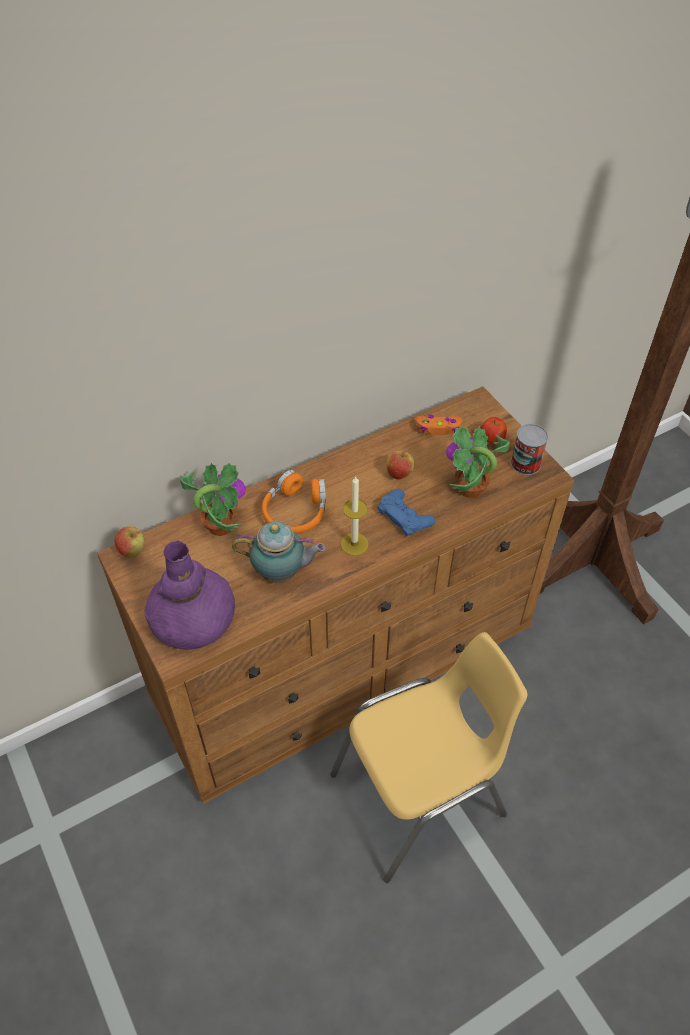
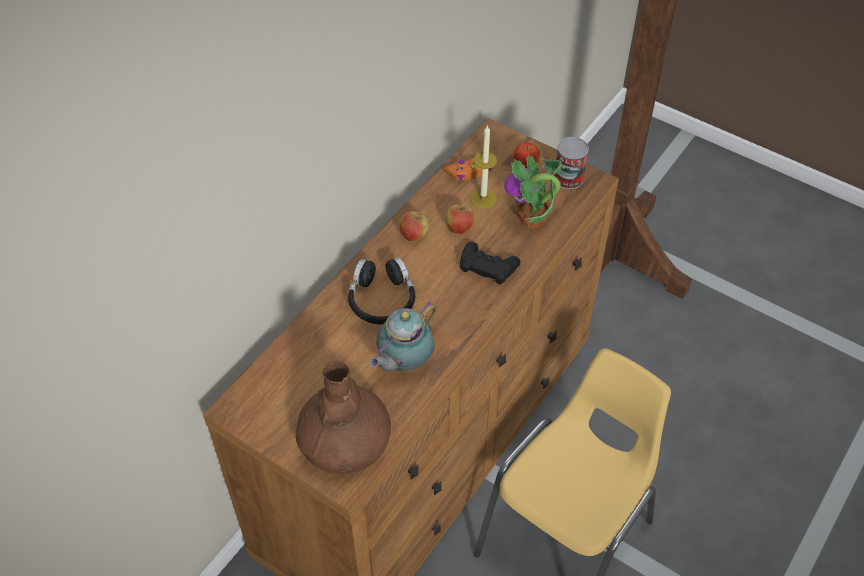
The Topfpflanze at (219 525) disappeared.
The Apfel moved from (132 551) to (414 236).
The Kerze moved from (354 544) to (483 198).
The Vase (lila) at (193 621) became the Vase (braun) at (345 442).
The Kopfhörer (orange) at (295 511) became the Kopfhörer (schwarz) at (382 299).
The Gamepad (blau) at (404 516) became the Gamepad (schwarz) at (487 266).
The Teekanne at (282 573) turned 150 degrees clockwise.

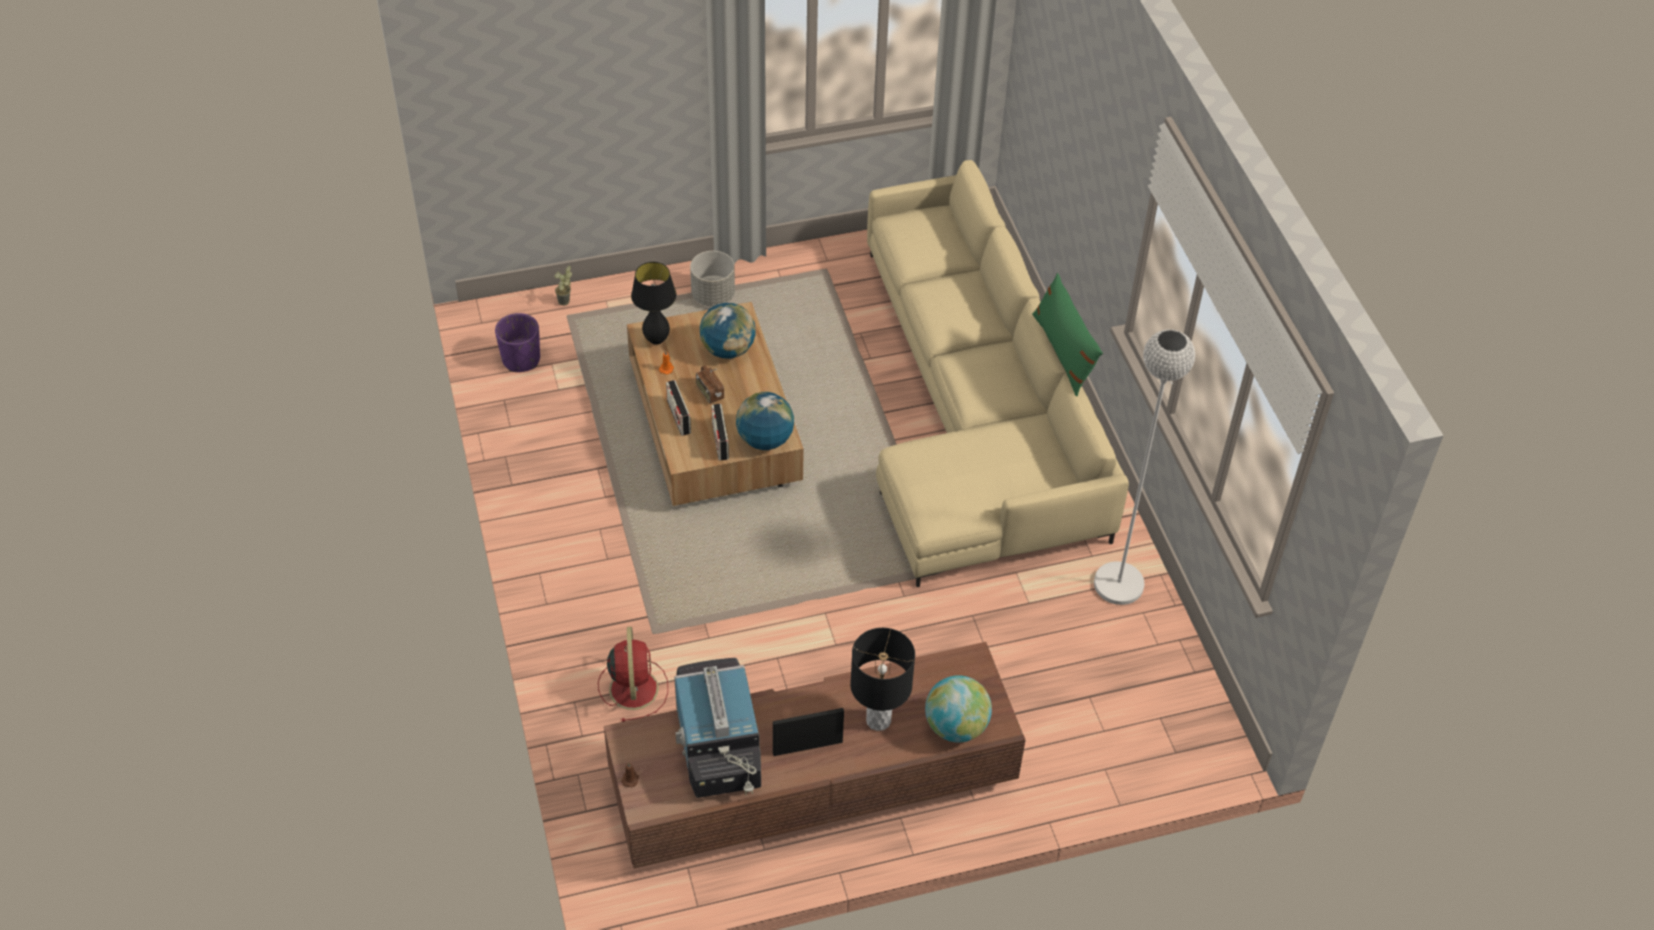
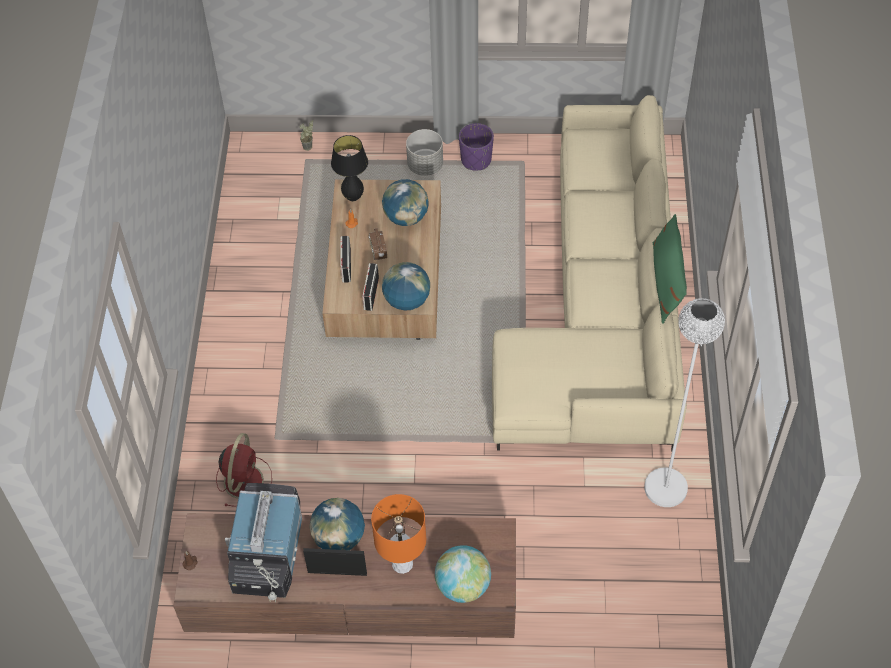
The Globus at (339 538) appeared.
The Pflanzkübel (lila) moved from (521 359) to (476 160).
The Tischlampe (schwarz) at (878 720) became the Tischlampe (orange) at (402 564).

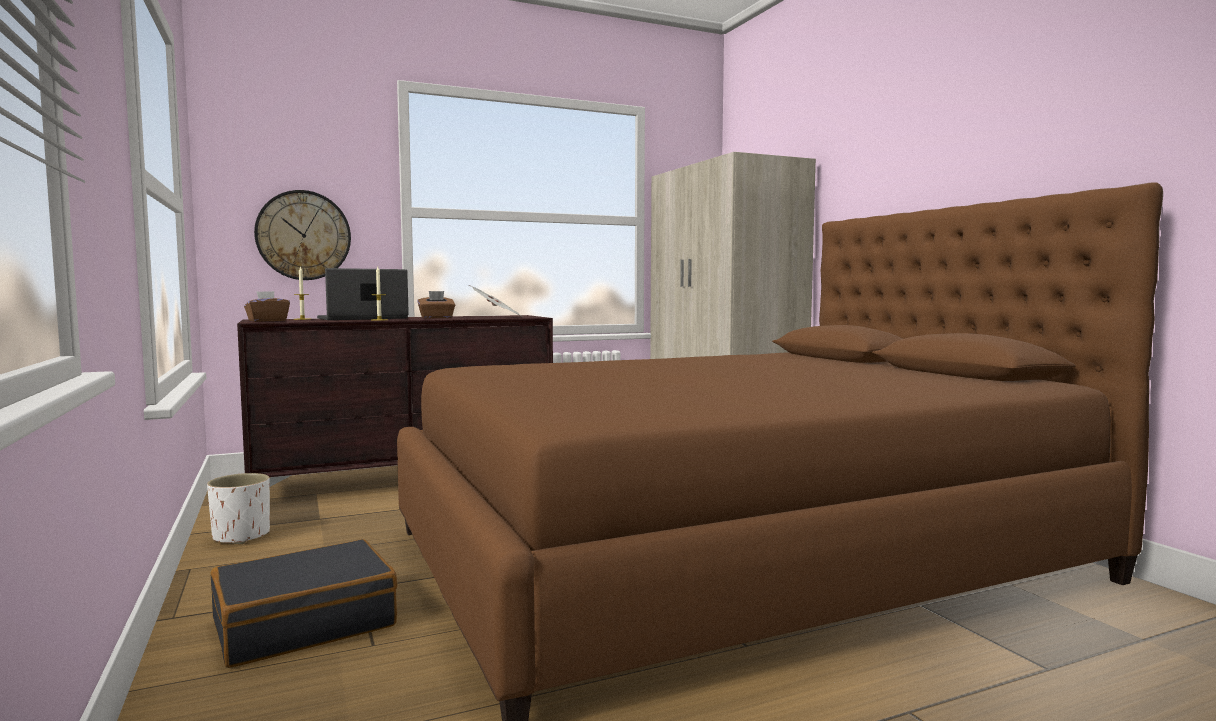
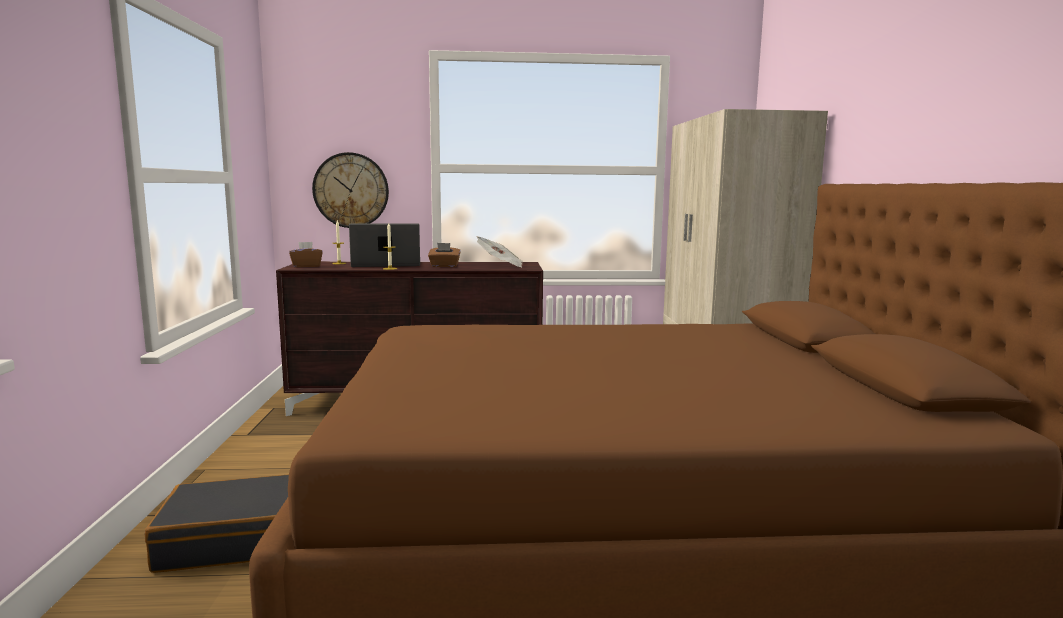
The Pflanzkübel (weiß) at (241 536) disappeared.

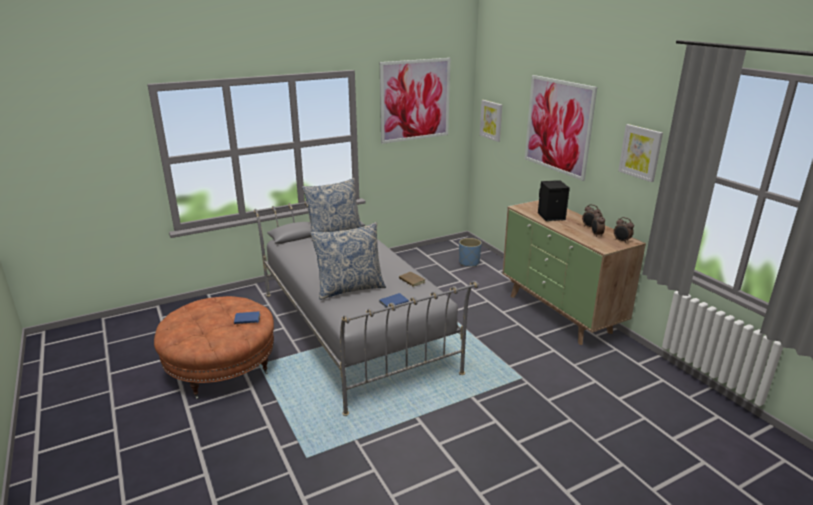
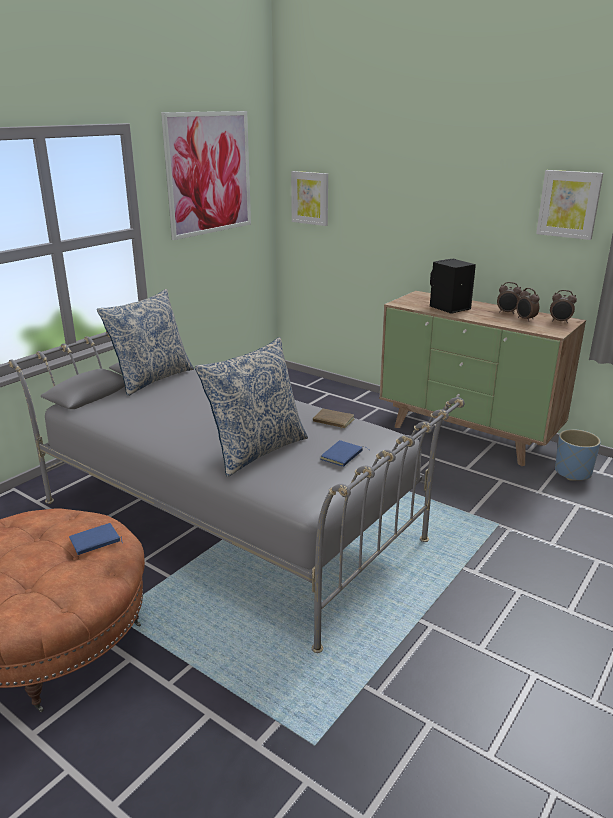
The Bild at (558 126) disappeared.
The Pflanzkübel (blau) moved from (469 263) to (573 473).

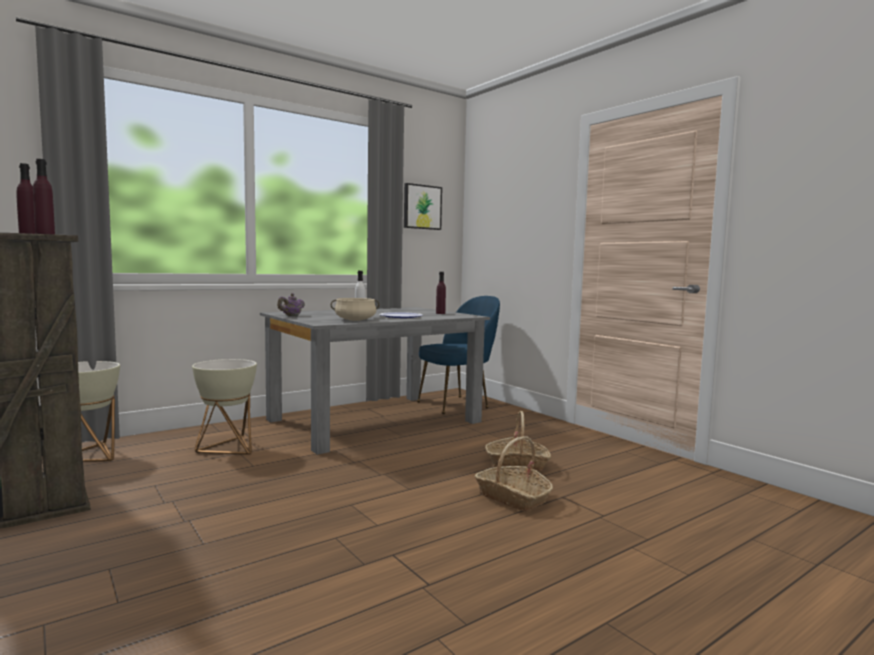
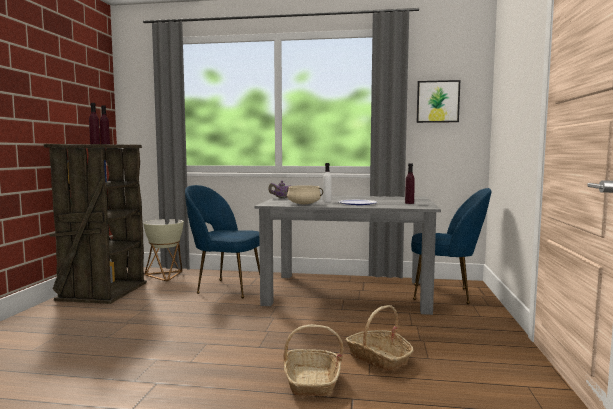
The Pflanzkübel at (227 448) was replaced by the Stuhl (blau) at (225 288).

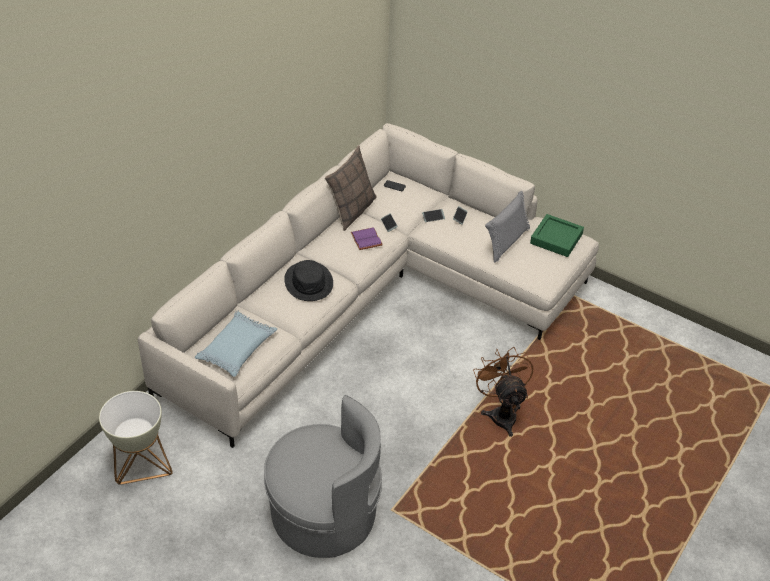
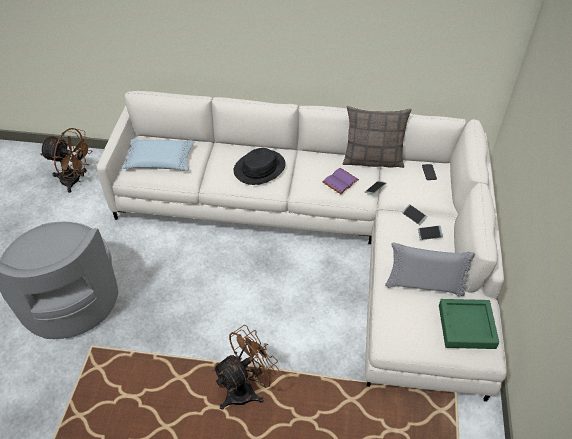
The Pflanzkübel at (140 467) was replaced by the Ventilator (braun) at (75 180).

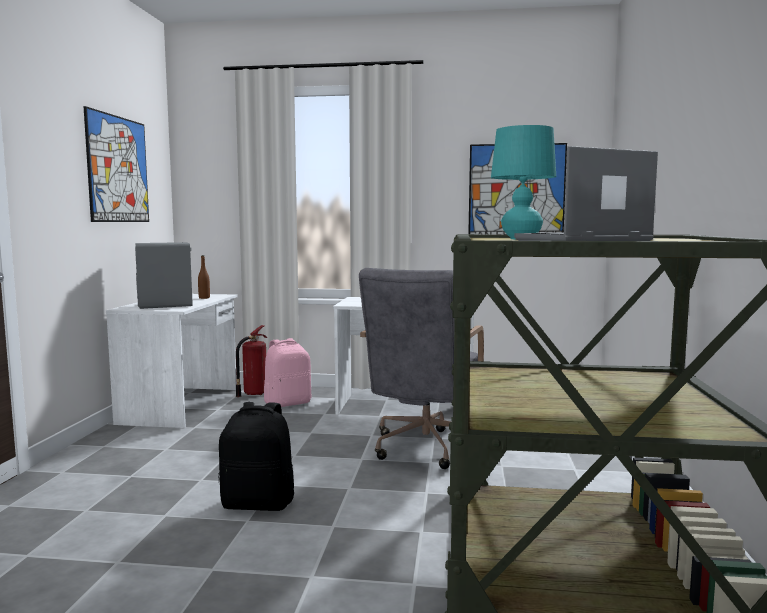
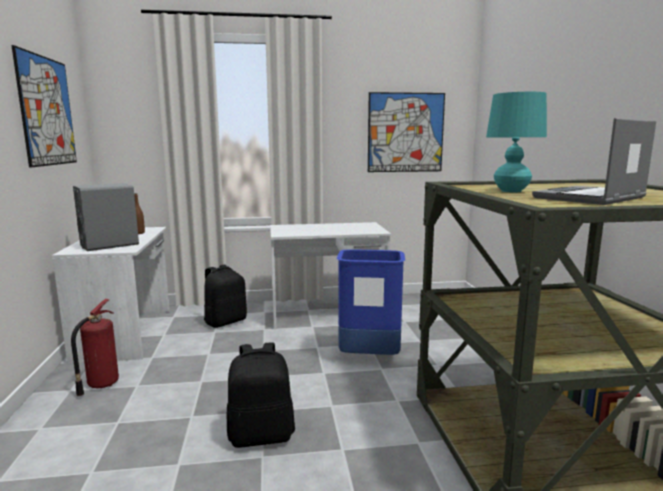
The Feuerlöscher moved from (253 394) to (101 385).
The Bürostuhl (grau) at (423 450) was replaced by the Mülleimer (blau) at (369 358).
The Rucksack (rosa) at (288 403) became the Rucksack (schwarz) at (225 321).

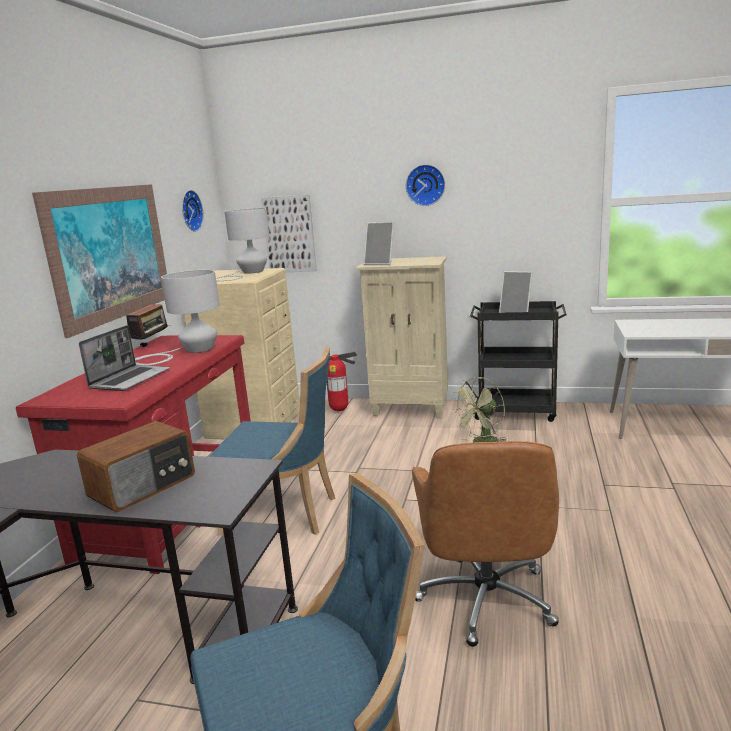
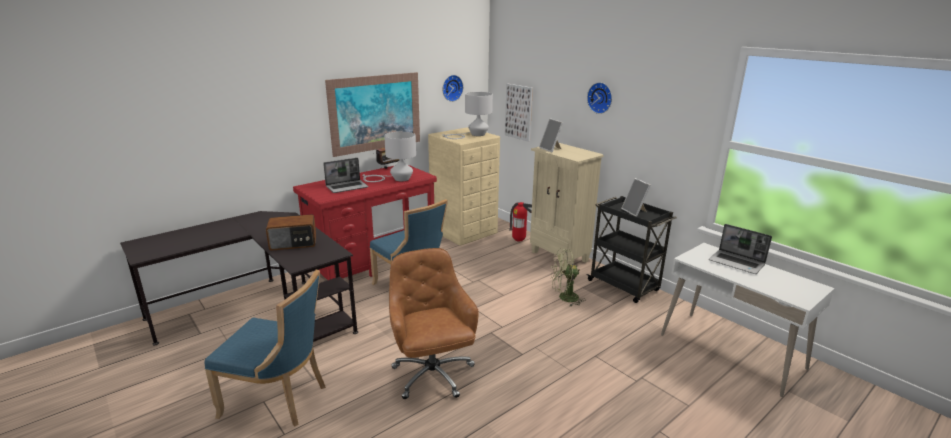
The Laptop at (737 263) appeared.
The Bürostuhl (braun) at (485 599) turned 120 degrees clockwise.

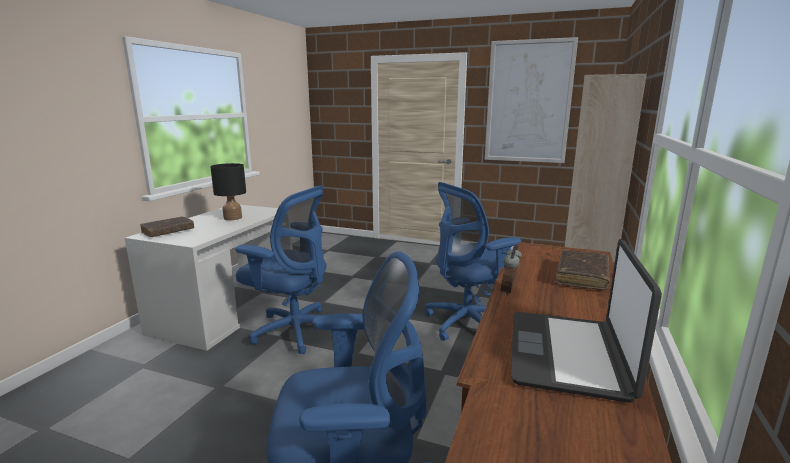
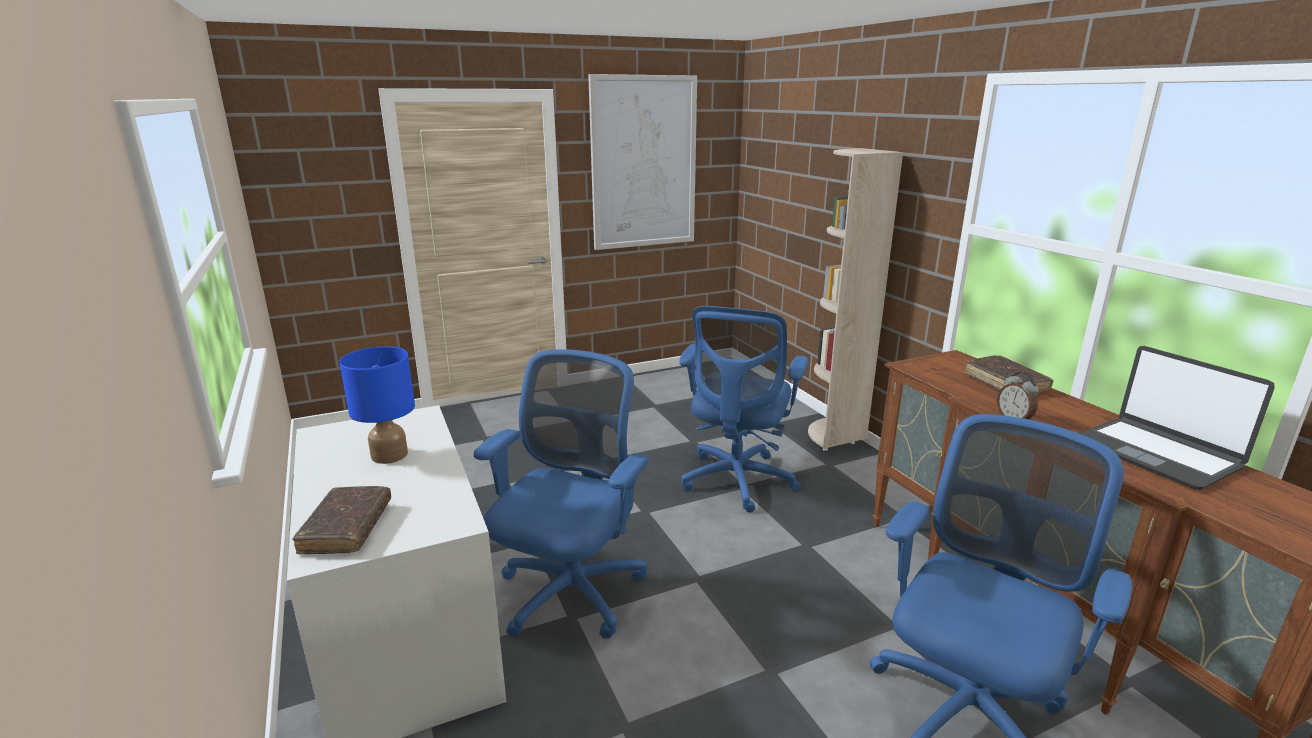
The Tischlampe (schwarz) at (233 218) became the Tischlampe (blau) at (390 455).
The Bürostuhl (blau) at (290 330) turned 45 degrees counterclockwise.

